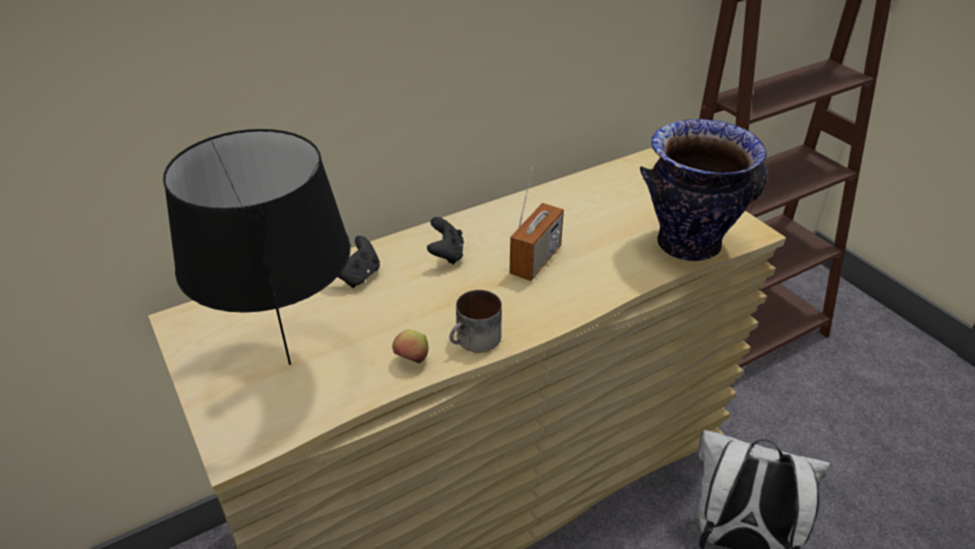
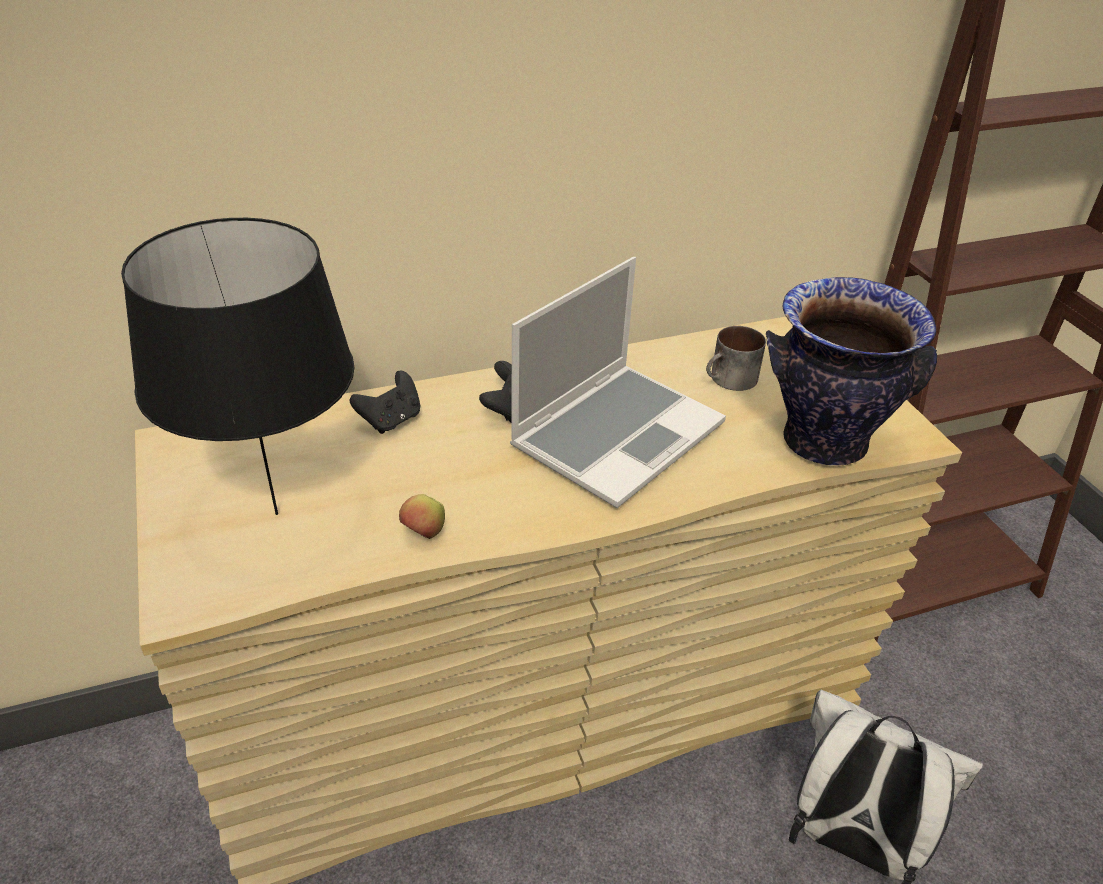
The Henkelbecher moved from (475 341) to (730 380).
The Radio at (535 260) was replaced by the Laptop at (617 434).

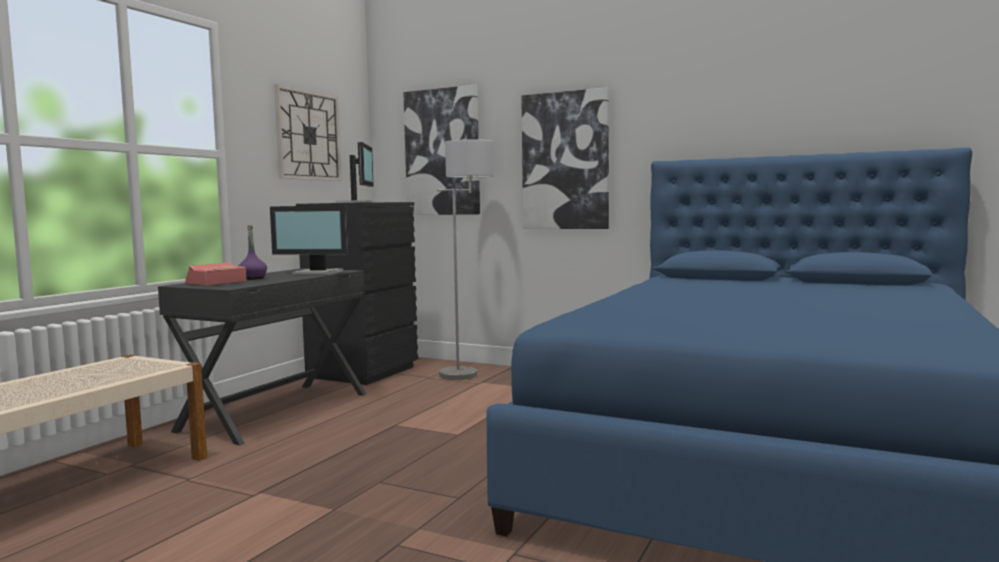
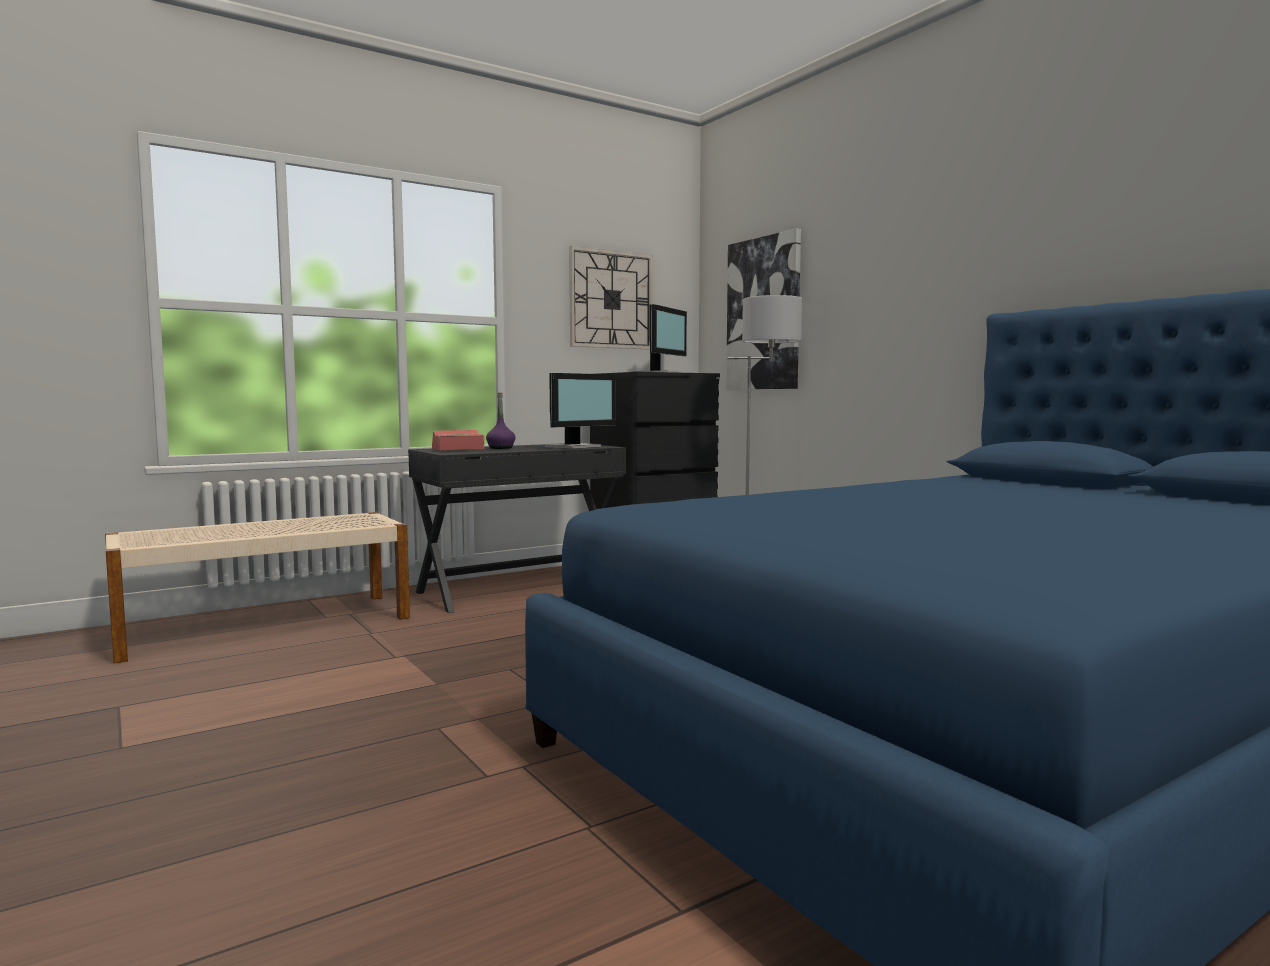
The Bild at (565 161) disappeared.
The Monitor at (317 273) turned 90 degrees counterclockwise.

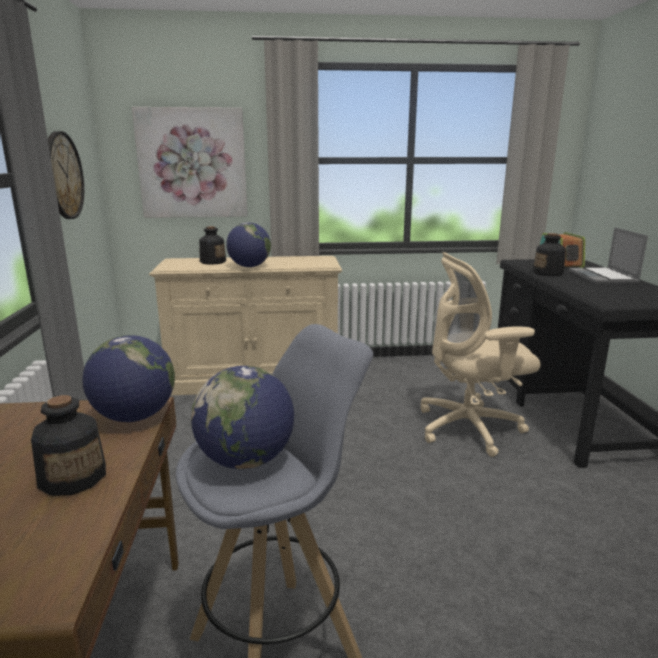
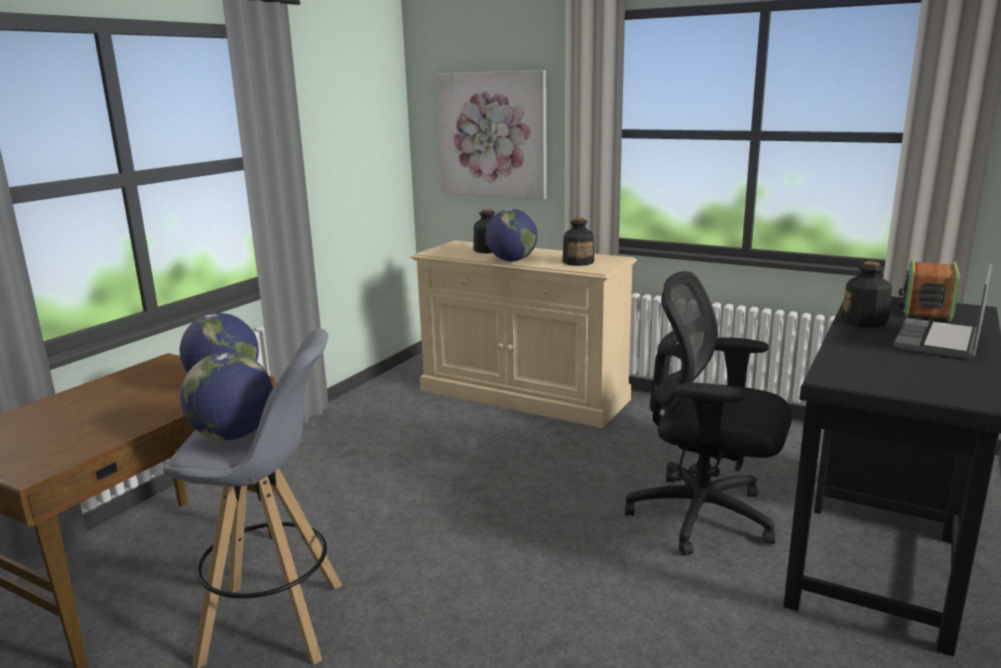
The Wanduhr at (63 176) disappeared.
The Flasche moved from (73 477) to (578 262).
The Bürostuhl (beige) at (474 426) became the Bürostuhl (schwarz) at (711 515).

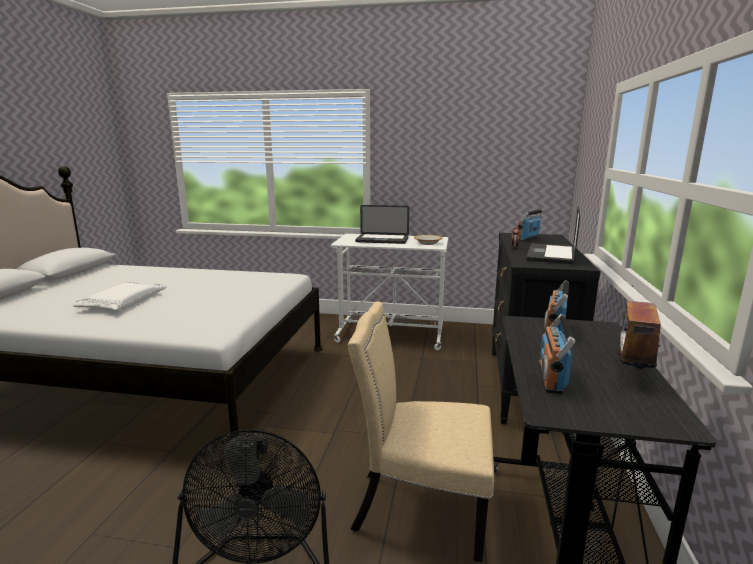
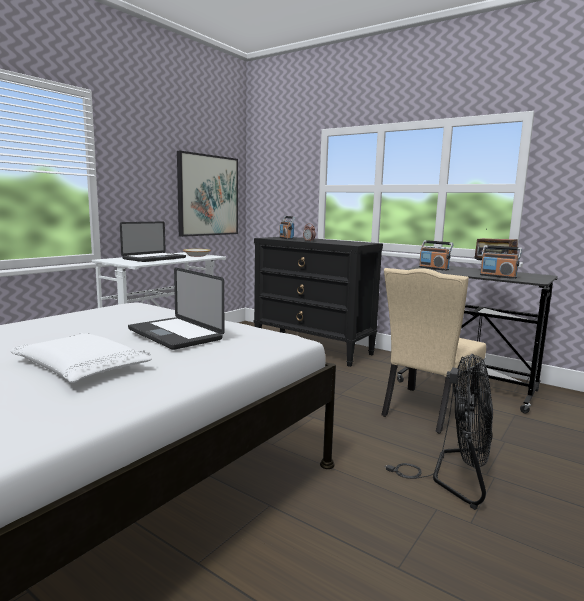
The Bild at (208 195) appeared.
The Laptop moved from (551 255) to (174 334).

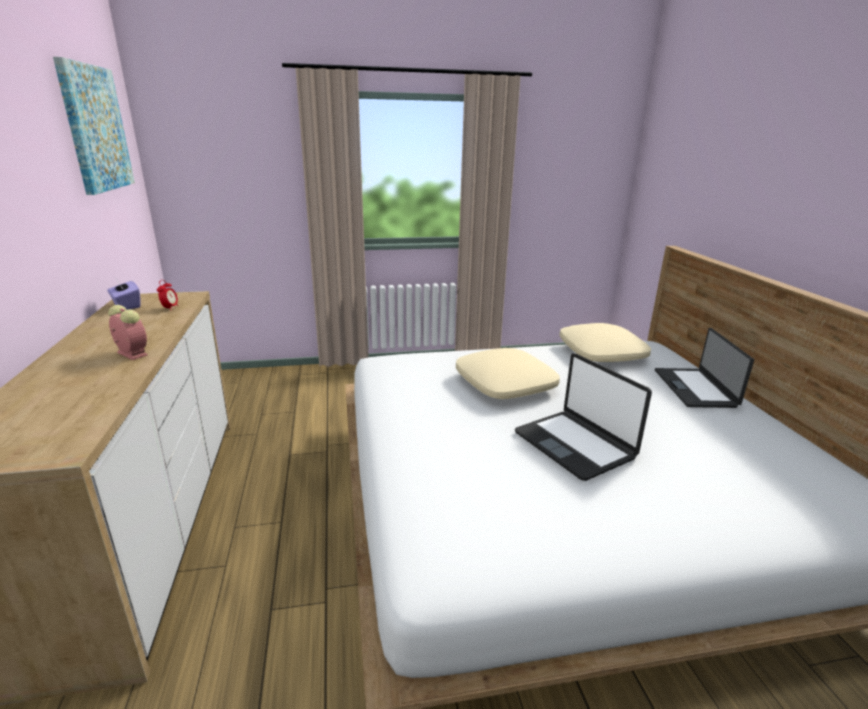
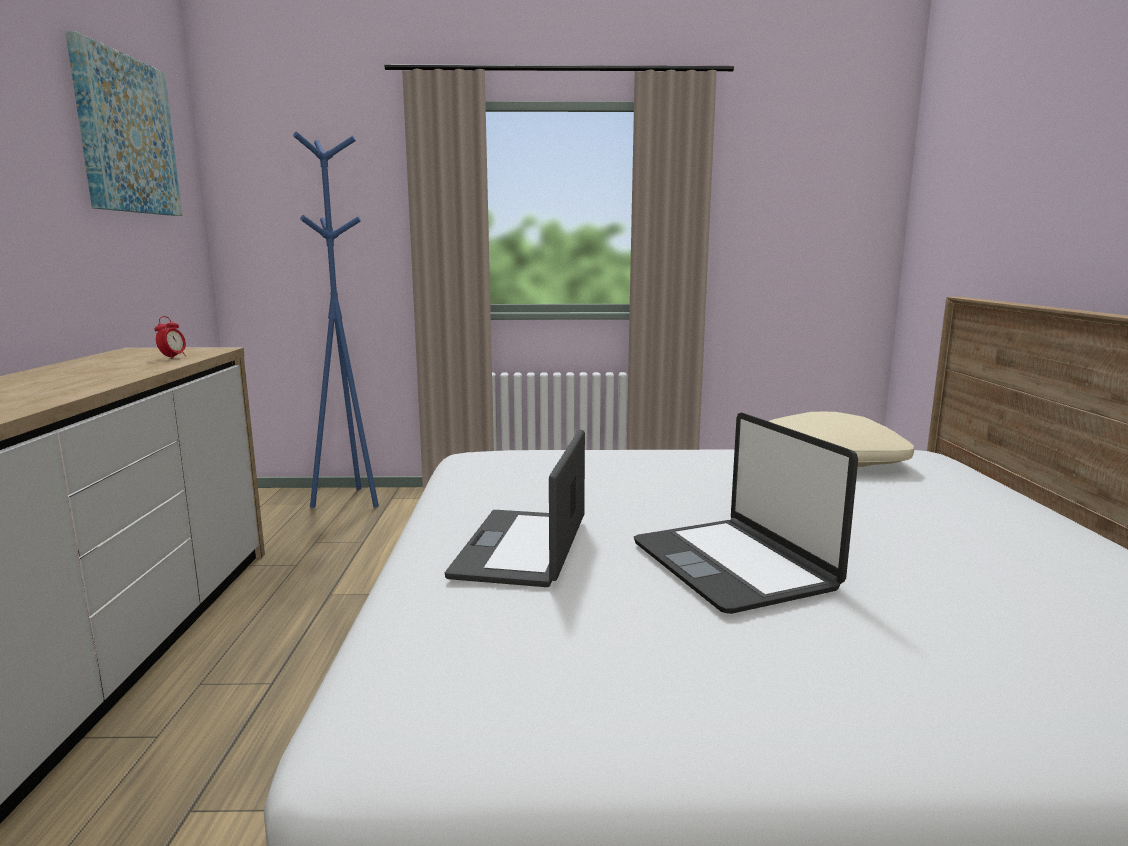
The Taschentuchbox (lila) at (126 306) disappeared.
The Wecker at (131 353) disappeared.
The Kissen (beige) at (505 384) disappeared.
The Kleiderständer (blau) at (350 501) appeared.
The Laptop moved from (695 388) to (524 547).

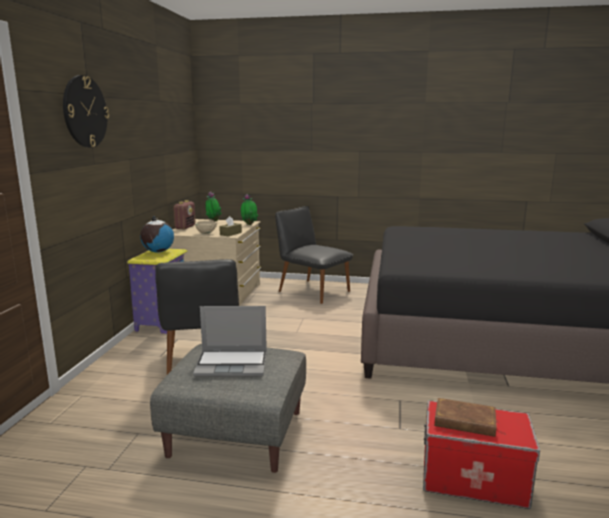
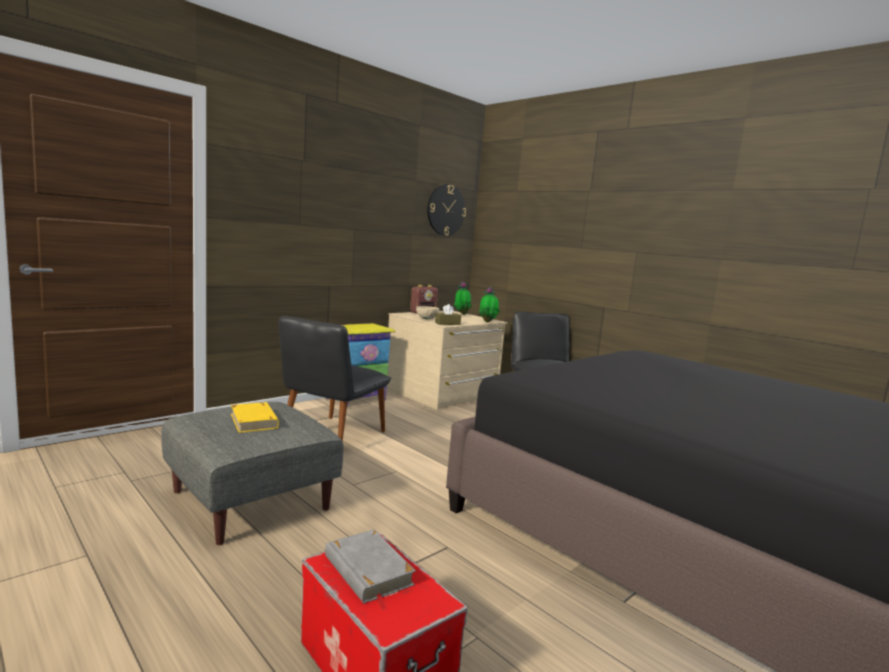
The Globus at (158 251) disappeared.
The Wanduhr moved from (85 112) to (446 210).
The Laptop at (233 364) was replaced by the Buch (gelb) at (254 421).
The Buch (braun) at (465 421) became the Buch (grau) at (368 571).

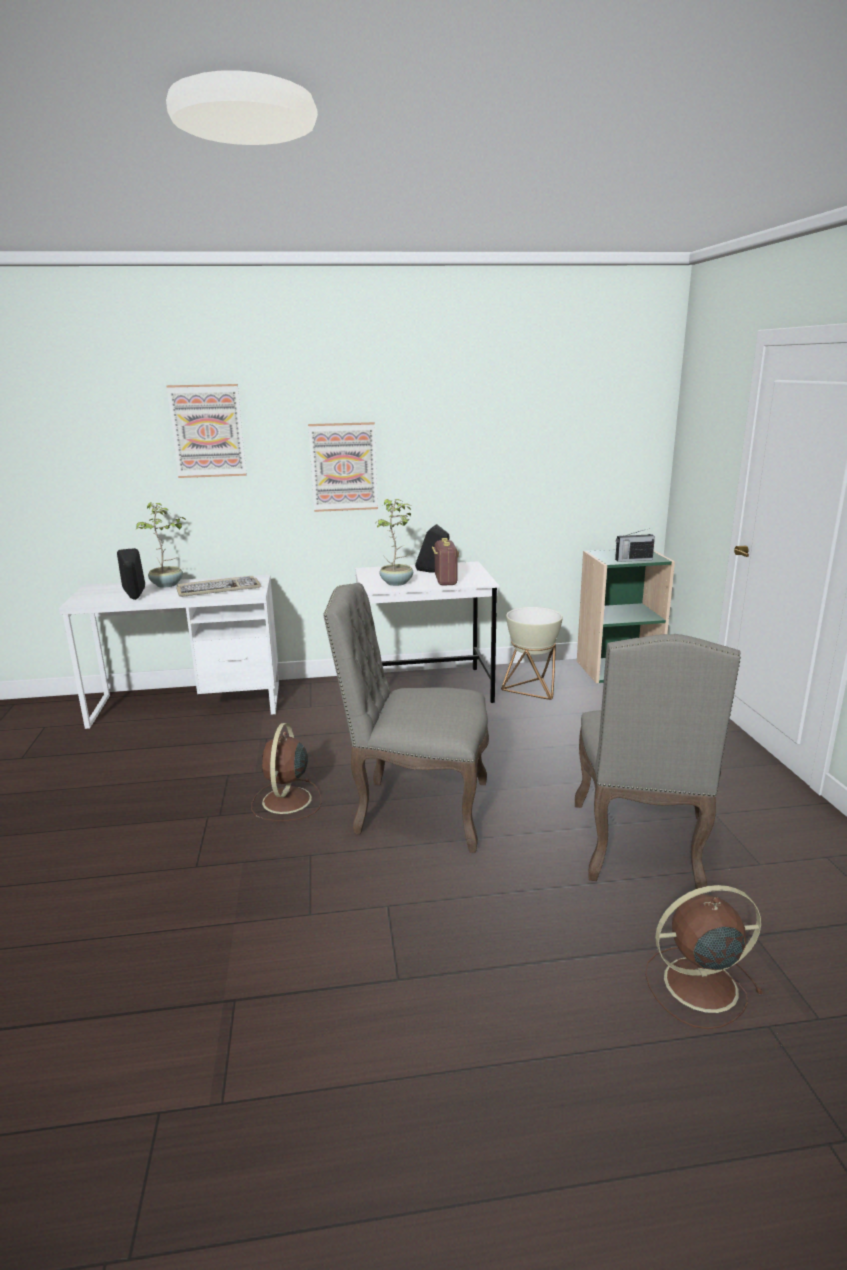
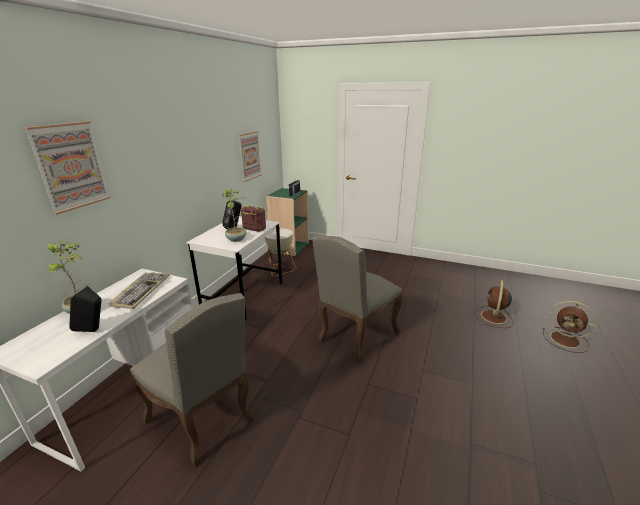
The Ventilator (braun) moved from (286 801) to (566 340).
The Bild moved from (343 467) to (250 156).
The Stuhl (grau) moved from (641 848) to (204 420).

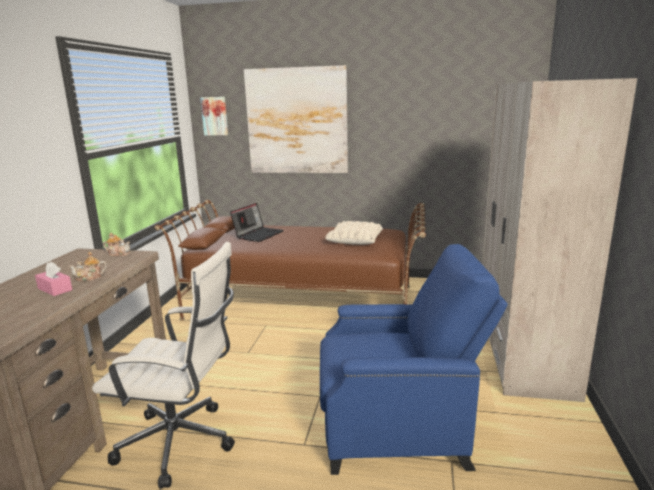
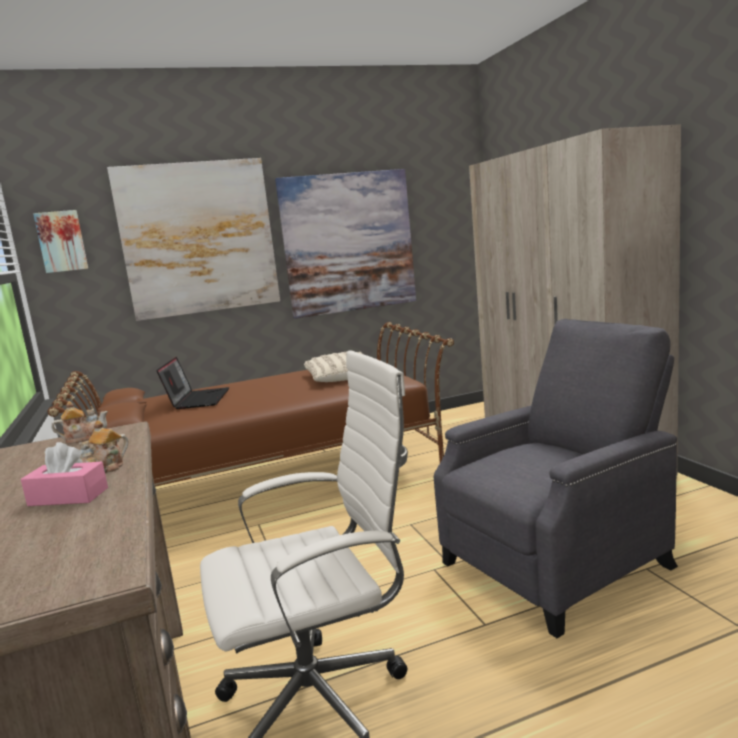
The Bild at (348 243) appeared.
The Sessel (blau) at (399 428) became the Sessel (grau) at (561 562).

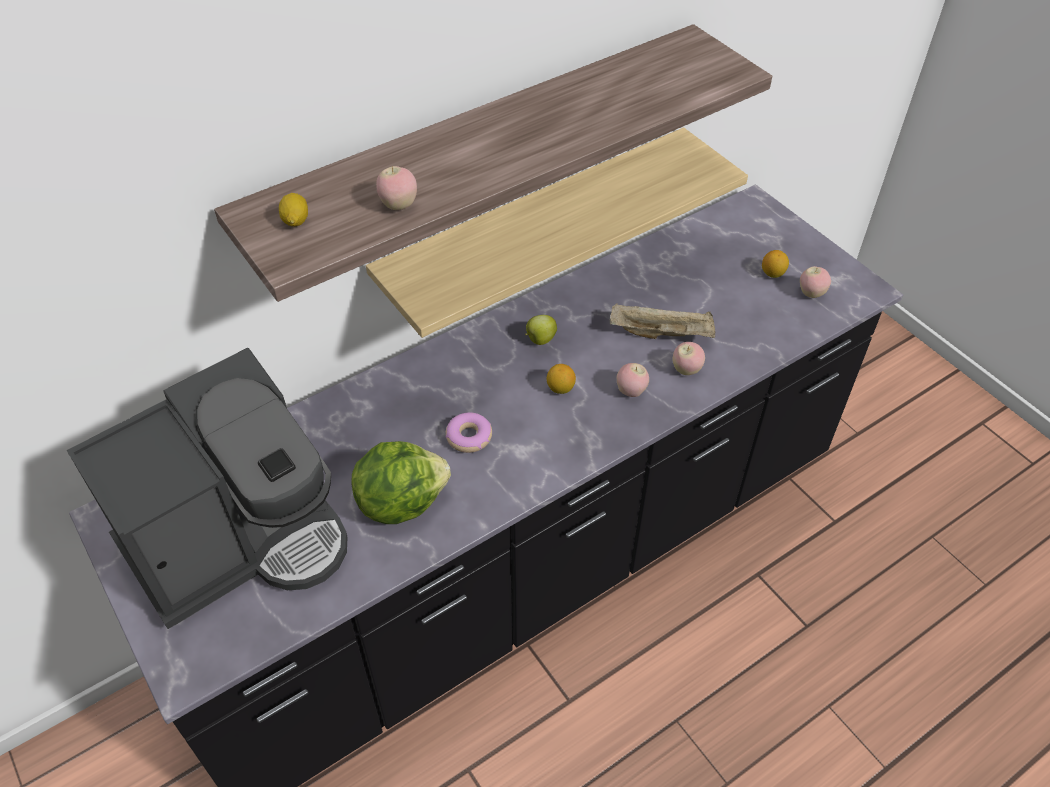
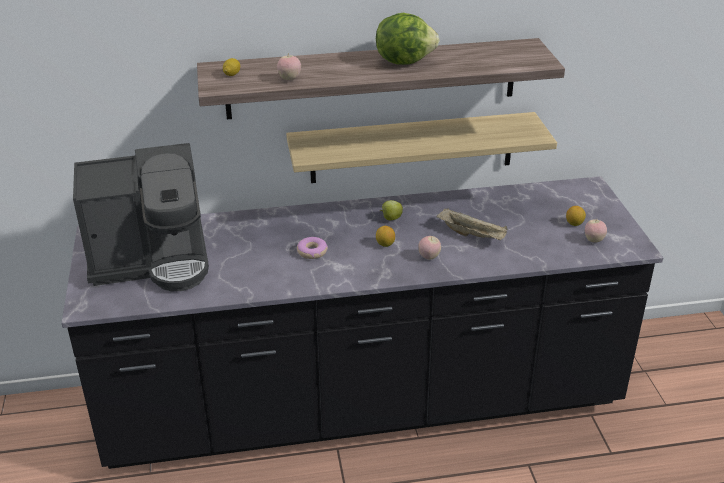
The Apfel at (686 369) disappeared.
The Salatkopf moved from (401 501) to (404 61).

